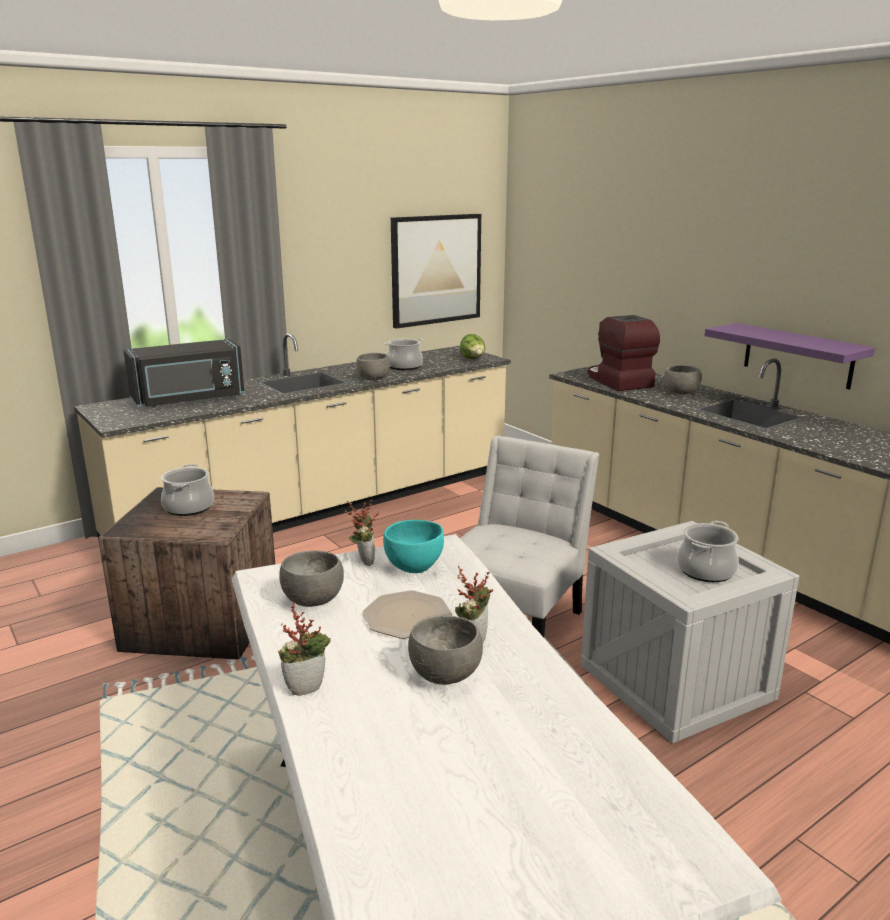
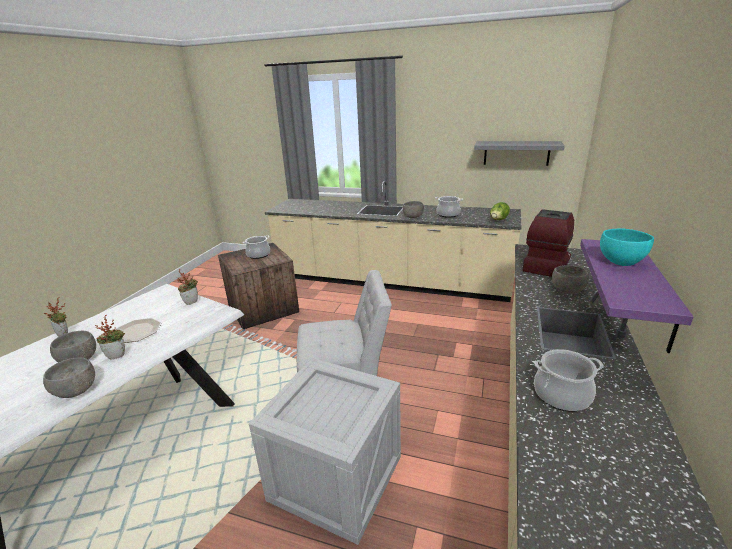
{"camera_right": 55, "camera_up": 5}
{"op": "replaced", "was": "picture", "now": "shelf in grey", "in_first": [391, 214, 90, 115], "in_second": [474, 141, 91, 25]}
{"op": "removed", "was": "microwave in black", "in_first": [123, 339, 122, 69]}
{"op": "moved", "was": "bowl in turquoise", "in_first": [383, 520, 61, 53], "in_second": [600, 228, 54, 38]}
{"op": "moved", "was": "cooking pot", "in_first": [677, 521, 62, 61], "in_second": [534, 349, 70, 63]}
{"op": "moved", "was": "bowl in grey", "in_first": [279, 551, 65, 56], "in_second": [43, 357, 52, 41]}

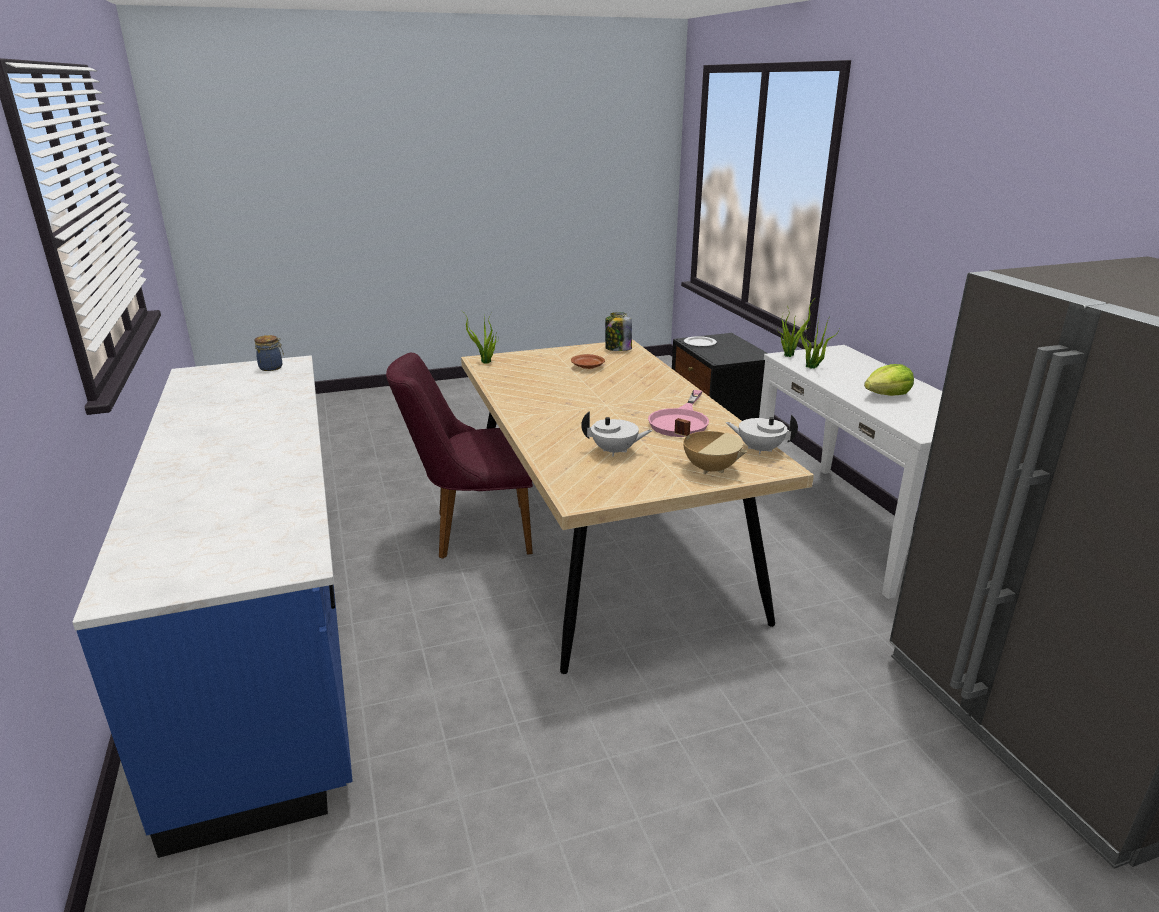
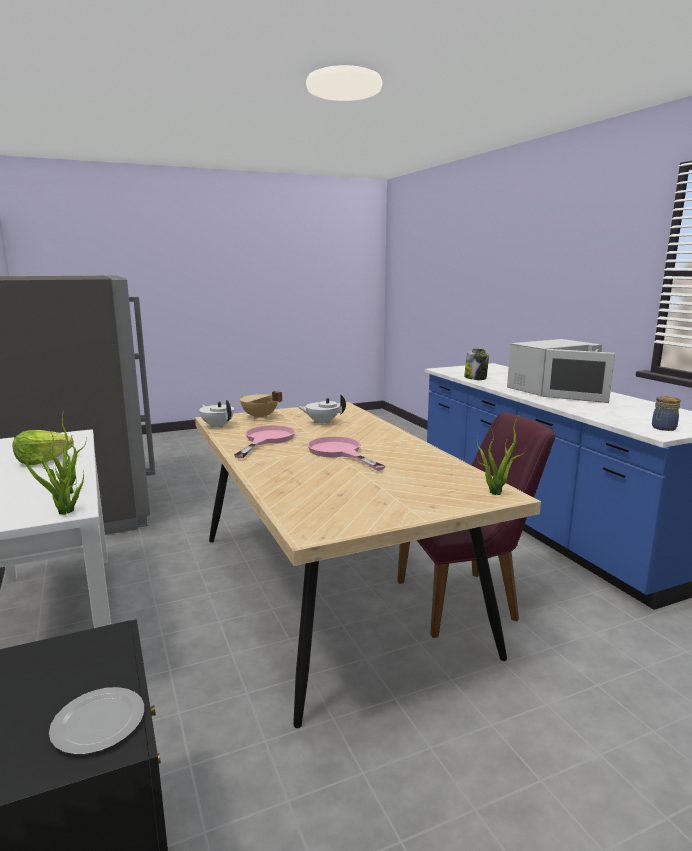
{"camera_right": 175, "camera_up": -10}
{"op": "moved", "was": "jar", "in_first": [605, 312, 27, 39], "in_second": [464, 349, 25, 31]}
{"op": "removed", "was": "plate in brown", "in_first": [571, 354, 34, 15]}
{"op": "turned", "was": "teapot in white", "in_first": [726, 414, 72, 41], "in_second": [199, 400, 35, 28], "clockwise": -150}
{"op": "added", "now": "microwave in white", "in_second": [507, 339, 108, 64]}
{"op": "added", "now": "frying pan in pink", "in_second": [307, 436, 78, 35]}

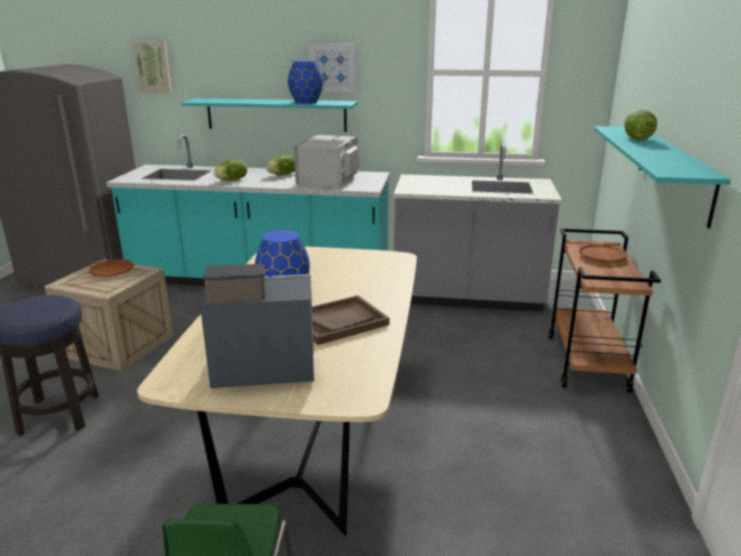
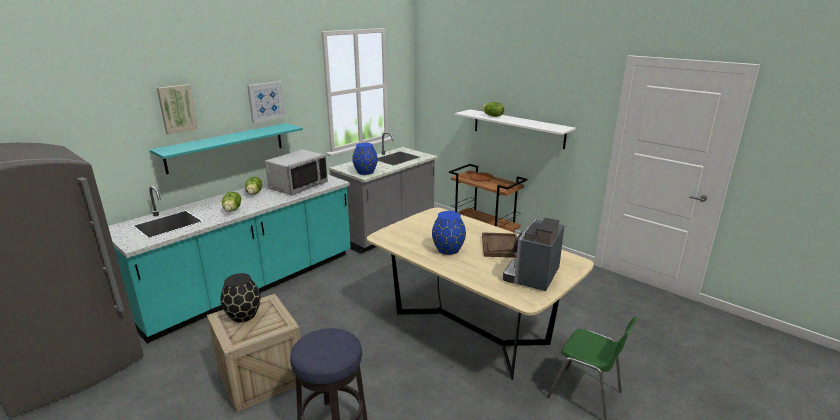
{"camera_right": -55, "camera_up": 0}
{"op": "moved", "was": "picture", "in_first": [132, 41, 40, 52], "in_second": [157, 84, 41, 50]}
{"op": "moved", "was": "vase in blue", "in_first": [288, 60, 35, 44], "in_second": [352, 143, 26, 32]}
{"op": "recoloured", "was": "shelf in turquoise", "now": "shelf in white", "in_first": [594, 126, 137, 102], "in_second": [455, 109, 121, 40]}
{"op": "turned", "was": "microwave in grey", "in_first": [294, 135, 64, 52], "in_second": [265, 149, 63, 47], "clockwise": -105}
{"op": "replaced", "was": "plate in brown", "now": "vase in black", "in_first": [89, 259, 45, 18], "in_second": [220, 273, 40, 50]}

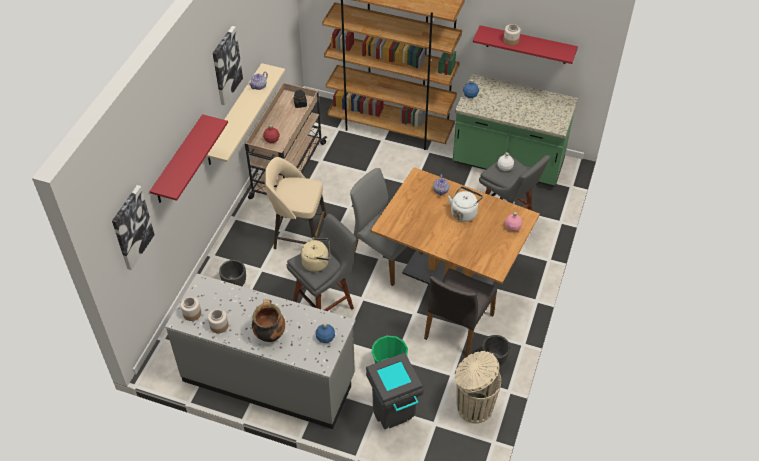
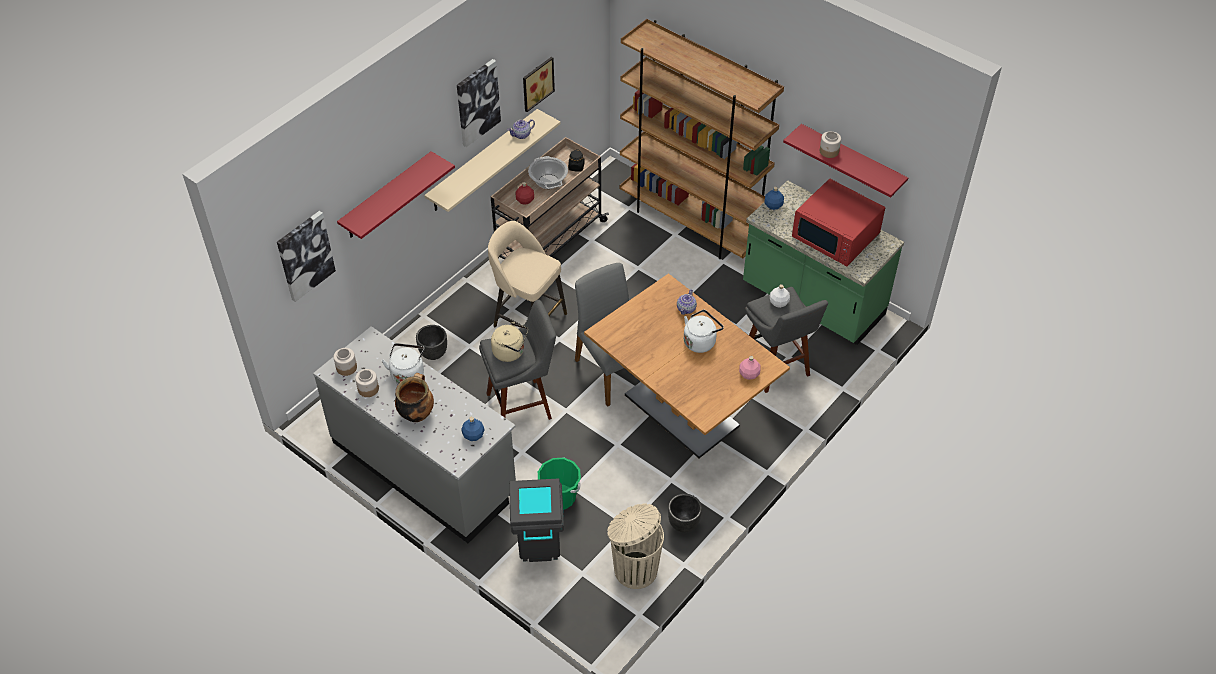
{"camera_right": 20, "camera_up": 0}
{"op": "removed", "was": "chair in grey", "in_first": [424, 269, 73, 88]}
{"op": "added", "now": "picture", "in_second": [523, 57, 32, 55]}
{"op": "added", "now": "cooking pot", "in_second": [528, 156, 40, 33]}
{"op": "added", "now": "microwave in red", "in_second": [792, 178, 93, 88]}
{"op": "added", "now": "kettle in white", "in_second": [381, 343, 44, 41]}

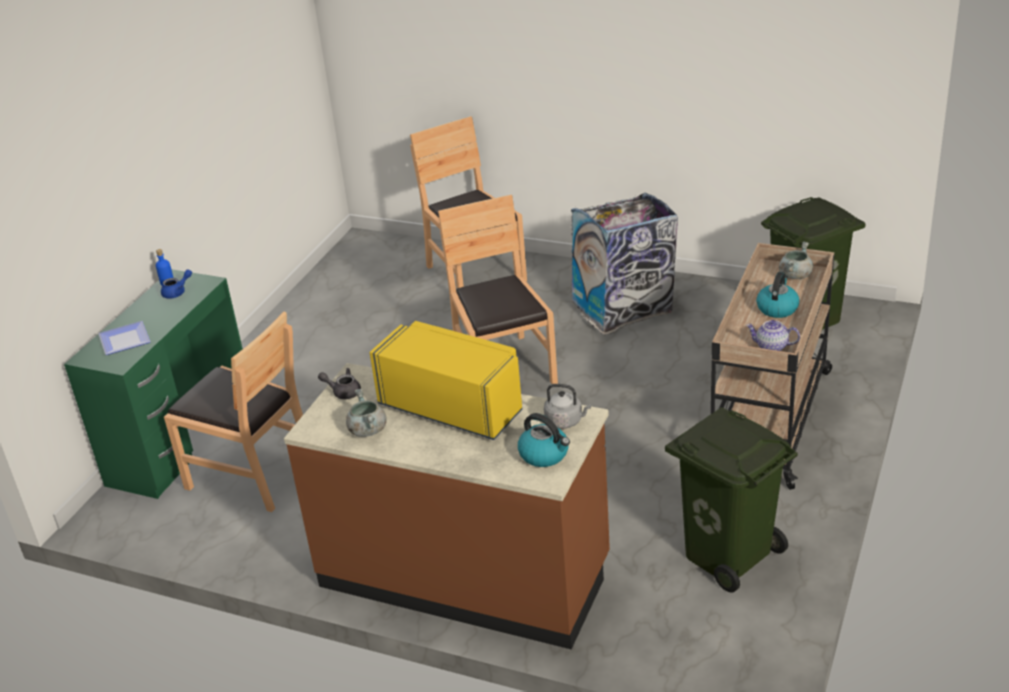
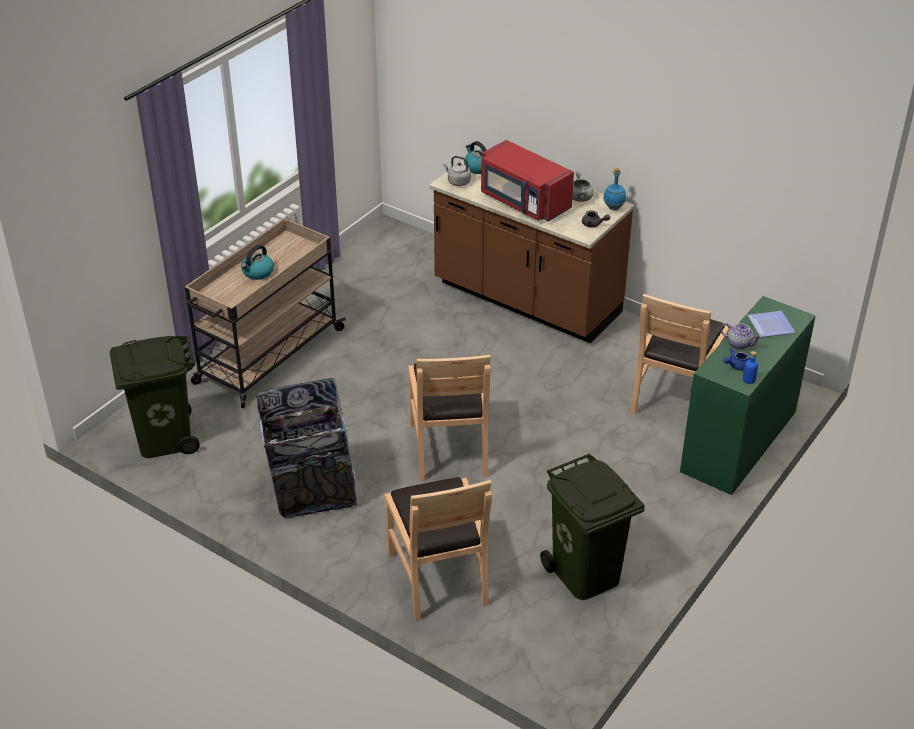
{"camera_right": -170, "camera_up": 5}
{"op": "removed", "was": "cooking pot in grey", "in_first": [779, 242, 34, 37]}
{"op": "turned", "was": "chair in brown", "in_first": [164, 311, 139, 201], "in_second": [630, 294, 99, 121], "clockwise": -105}
{"op": "moved", "was": "teapot", "in_first": [746, 320, 54, 31], "in_second": [721, 323, 41, 27]}
{"op": "recoloured", "was": "microwave in yellow", "now": "microwave in red", "in_first": [370, 321, 152, 119], "in_second": [481, 140, 93, 81]}
{"op": "moved", "was": "trash can in green", "in_first": [665, 407, 133, 185], "in_second": [540, 454, 105, 146]}
{"op": "added", "now": "bottle in blue", "in_second": [603, 168, 23, 42]}

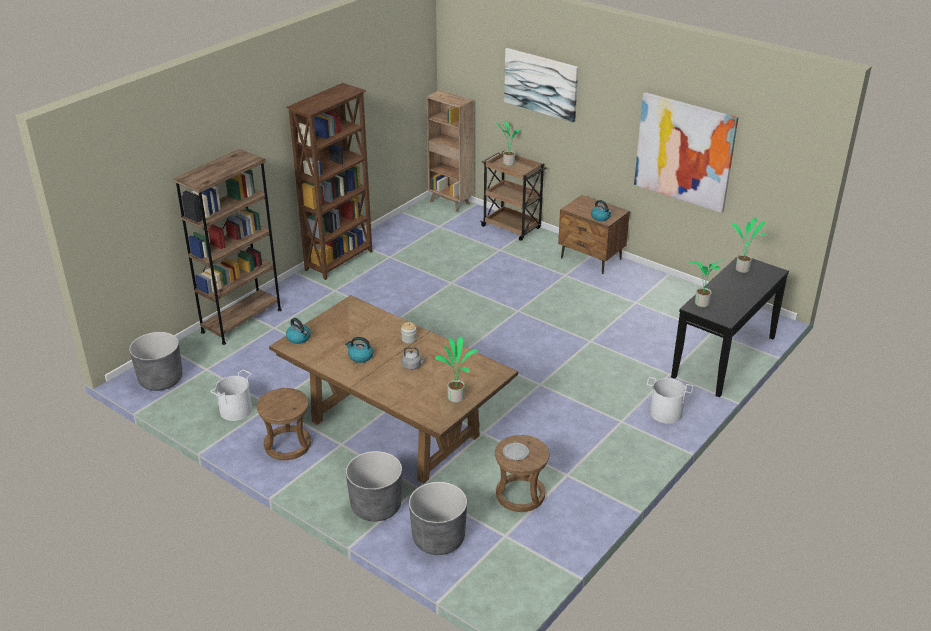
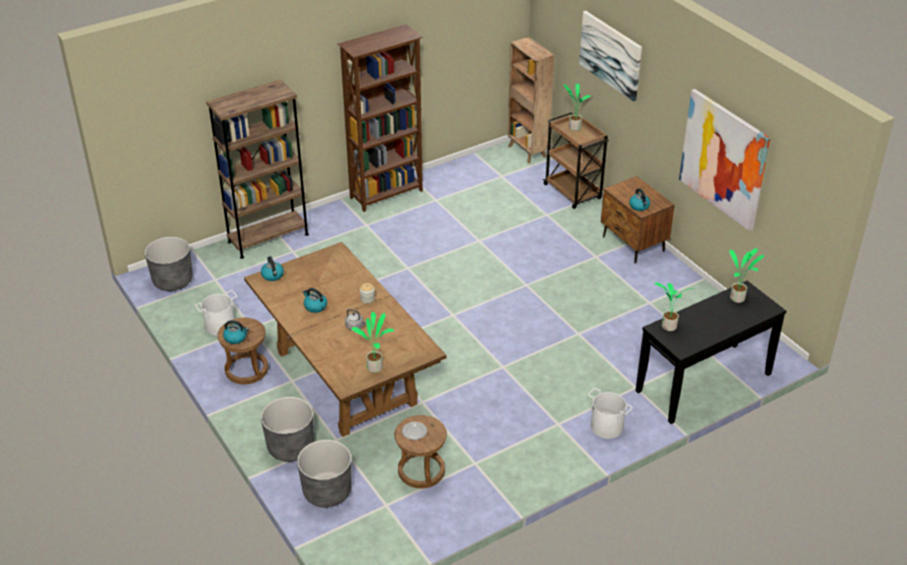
{"camera_right": 20, "camera_up": 5}
{"op": "added", "now": "kettle", "in_second": [223, 320, 26, 24]}

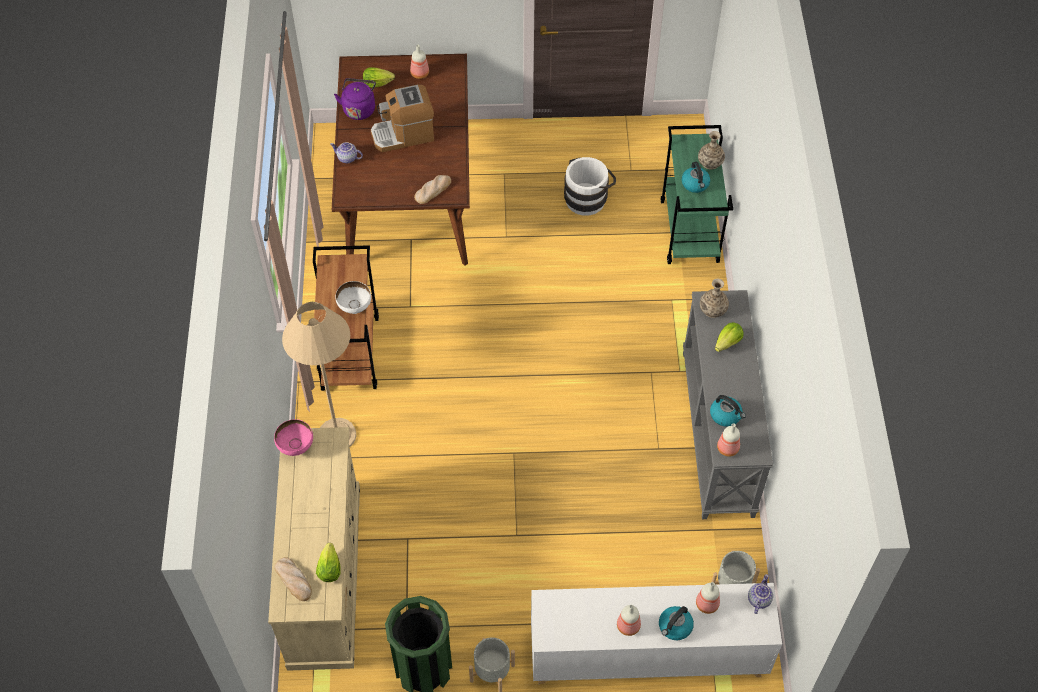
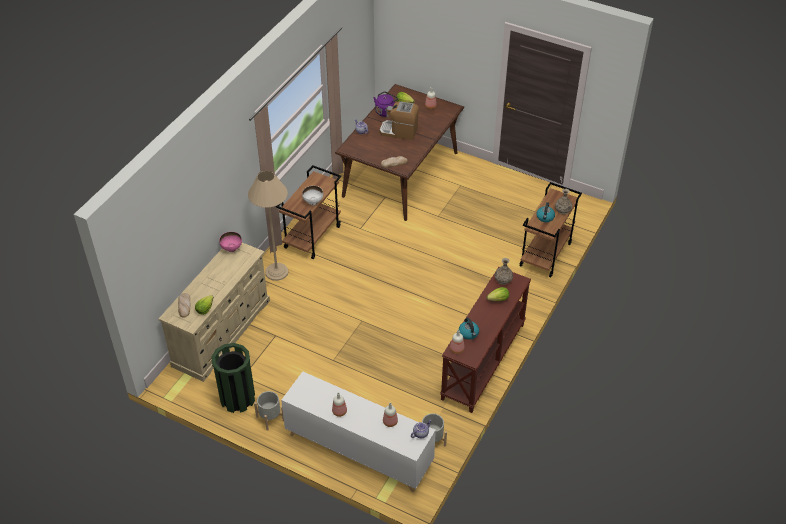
{"camera_right": 30, "camera_up": -10}
{"op": "recoloured", "was": "cart in green", "now": "cart in brown", "in_first": [660, 125, 73, 139], "in_second": [519, 182, 63, 96]}
{"op": "removed", "was": "bucket in white", "in_first": [564, 157, 52, 59]}
{"op": "recoloured", "was": "console table in grey", "now": "console table in brown", "in_first": [683, 290, 90, 229], "in_second": [440, 267, 91, 146]}
{"op": "removed", "was": "kettle", "in_first": [659, 606, 35, 34]}

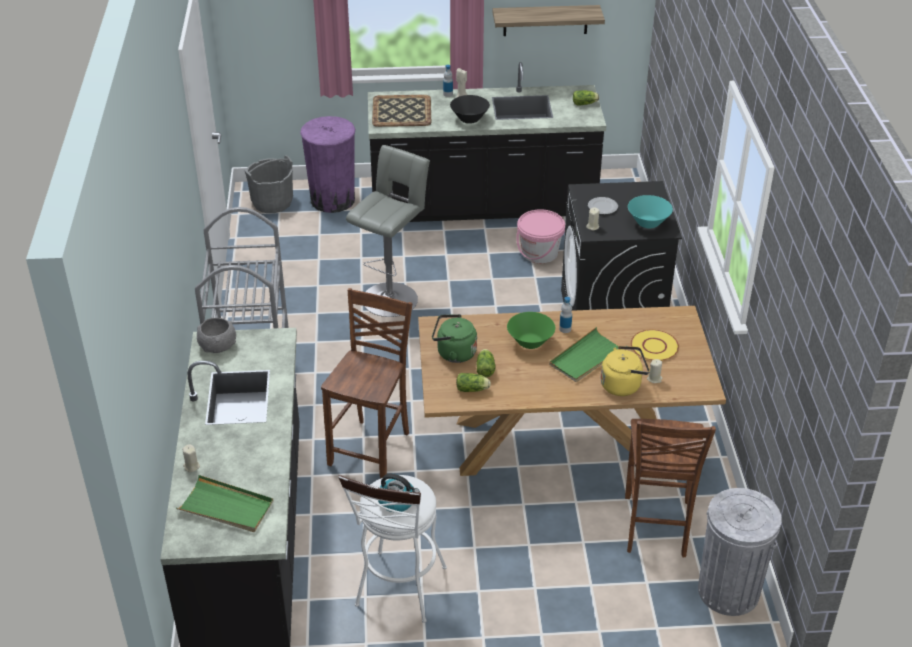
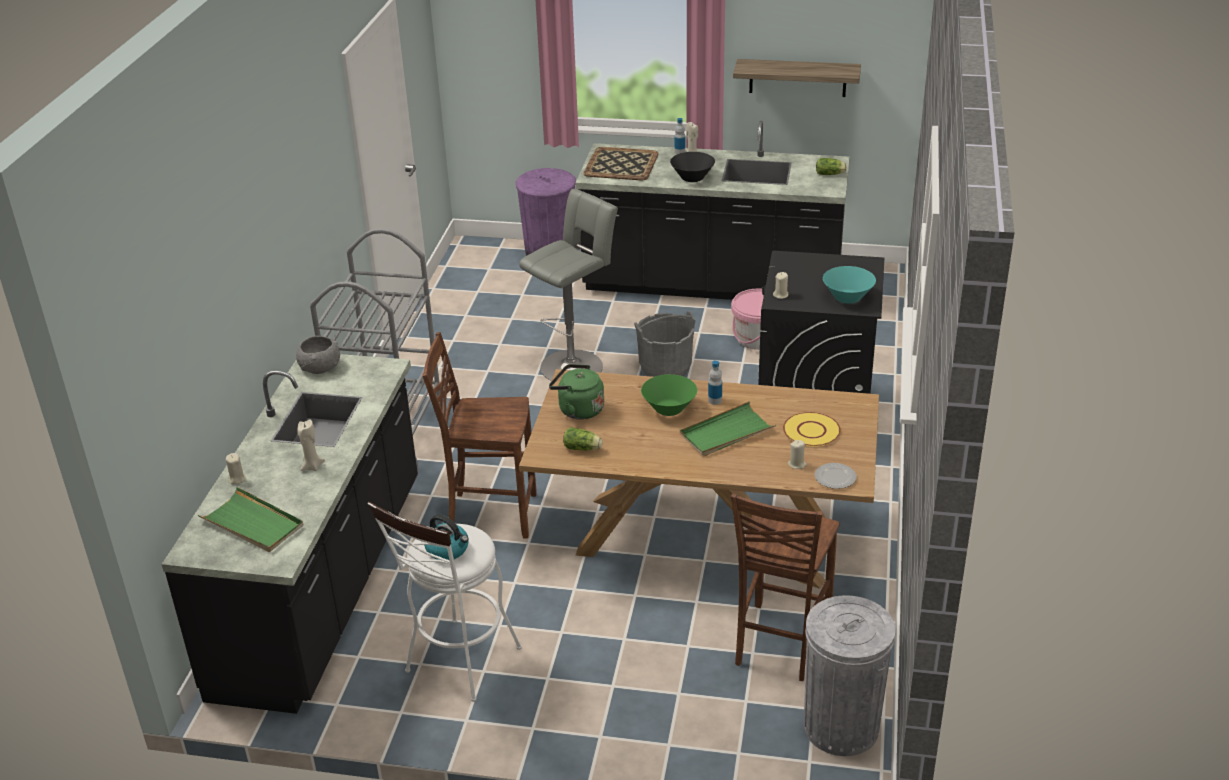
{"camera_right": 15, "camera_up": -5}
{"op": "moved", "was": "bucket in grey", "in_first": [244, 155, 49, 58], "in_second": [634, 311, 61, 66]}
{"op": "moved", "was": "plate", "in_first": [588, 197, 30, 17], "in_second": [815, 463, 41, 26]}
{"op": "turned", "was": "chair in brown", "in_first": [321, 288, 91, 191], "in_second": [422, 332, 115, 207], "clockwise": -120}
{"op": "removed", "was": "kettle in yellow", "in_first": [601, 346, 49, 50]}
{"op": "removed", "was": "lettuce", "in_first": [476, 349, 20, 28]}
{"op": "added", "now": "candle in beige", "in_second": [297, 419, 28, 52]}

